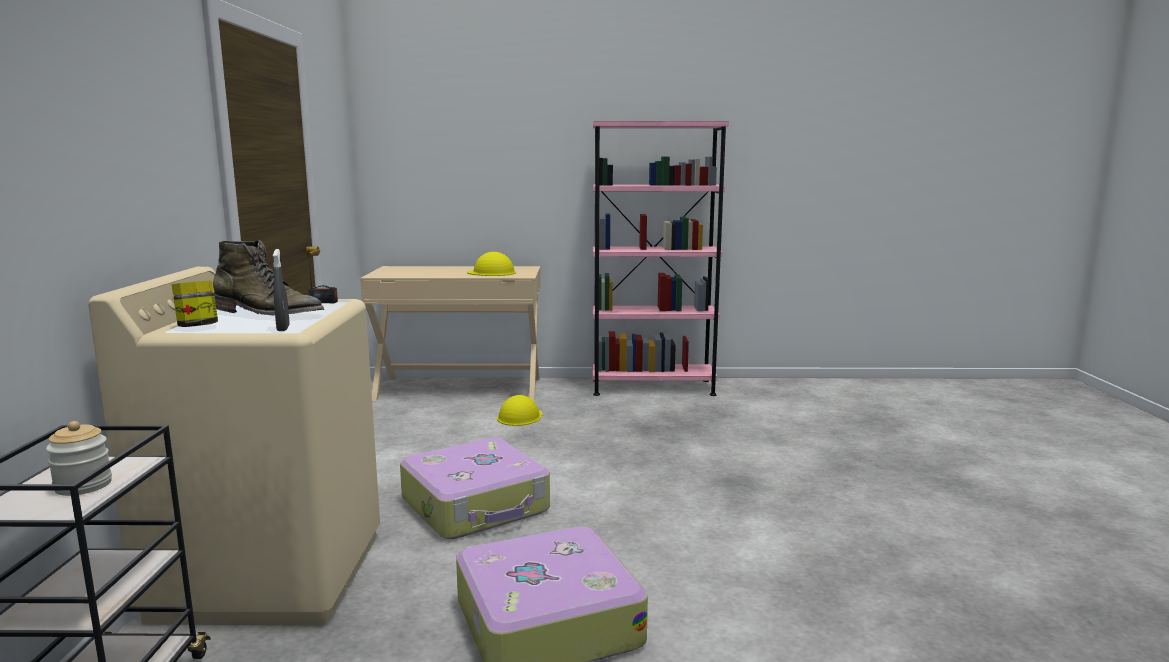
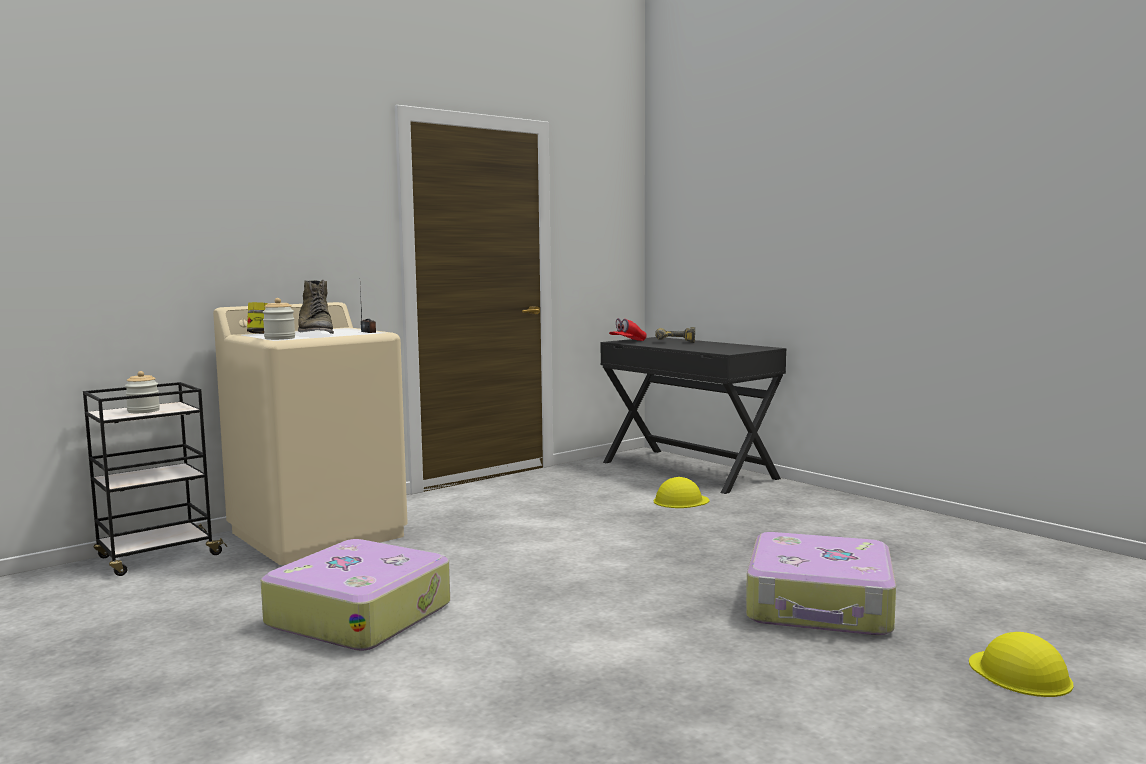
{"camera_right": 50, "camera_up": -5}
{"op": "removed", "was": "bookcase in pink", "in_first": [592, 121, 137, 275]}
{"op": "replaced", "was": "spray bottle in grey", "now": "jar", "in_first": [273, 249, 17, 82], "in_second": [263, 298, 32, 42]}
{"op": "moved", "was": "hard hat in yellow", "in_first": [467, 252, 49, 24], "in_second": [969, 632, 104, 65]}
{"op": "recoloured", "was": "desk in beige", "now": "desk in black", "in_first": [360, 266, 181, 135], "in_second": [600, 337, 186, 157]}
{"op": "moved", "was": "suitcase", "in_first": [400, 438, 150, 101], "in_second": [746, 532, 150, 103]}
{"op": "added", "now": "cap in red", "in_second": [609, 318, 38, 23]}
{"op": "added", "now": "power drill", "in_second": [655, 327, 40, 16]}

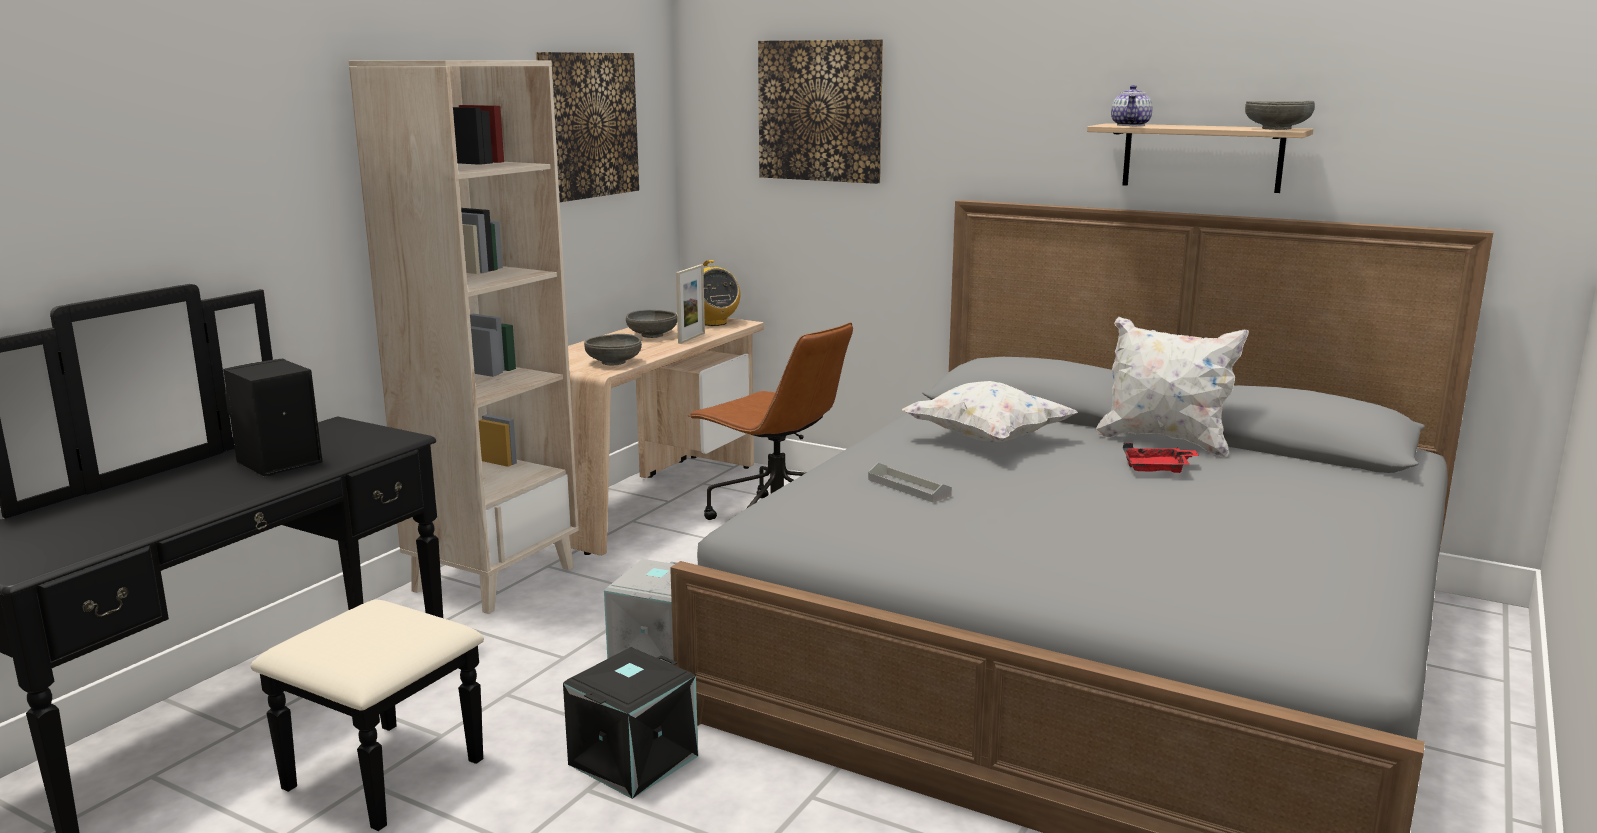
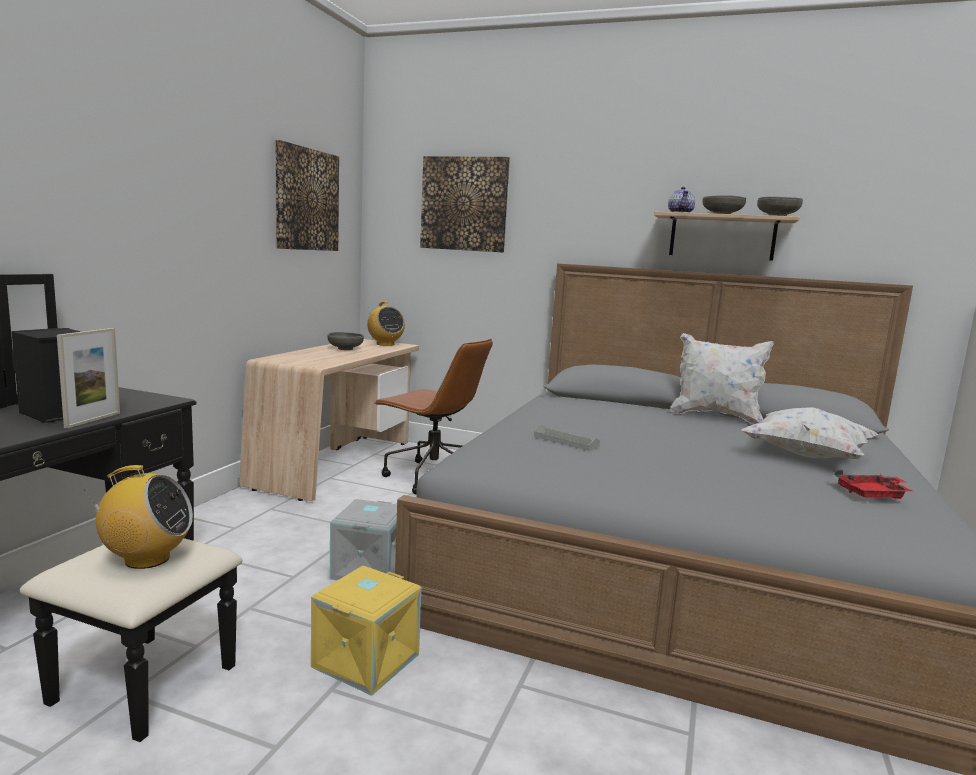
{"camera_right": -10, "camera_up": -5}
{"op": "removed", "was": "bookcase in beige", "in_first": [349, 60, 230, 554]}
{"op": "moved", "was": "picture frame", "in_first": [676, 264, 29, 80], "in_second": [57, 328, 63, 100]}
{"op": "moved", "was": "bowl in grey", "in_first": [584, 334, 58, 31], "in_second": [703, 195, 43, 19]}
{"op": "moved", "was": "pillow in white", "in_first": [902, 381, 176, 61], "in_second": [741, 407, 137, 52]}
{"op": "moved", "was": "tray in red", "in_first": [1123, 442, 76, 31], "in_second": [834, 470, 78, 29]}
{"op": "recoloured", "was": "storage box in black", "now": "storage box in yellow", "in_first": [563, 647, 135, 152], "in_second": [311, 566, 111, 130]}
{"op": "added", "now": "radio", "in_second": [83, 465, 110, 104]}

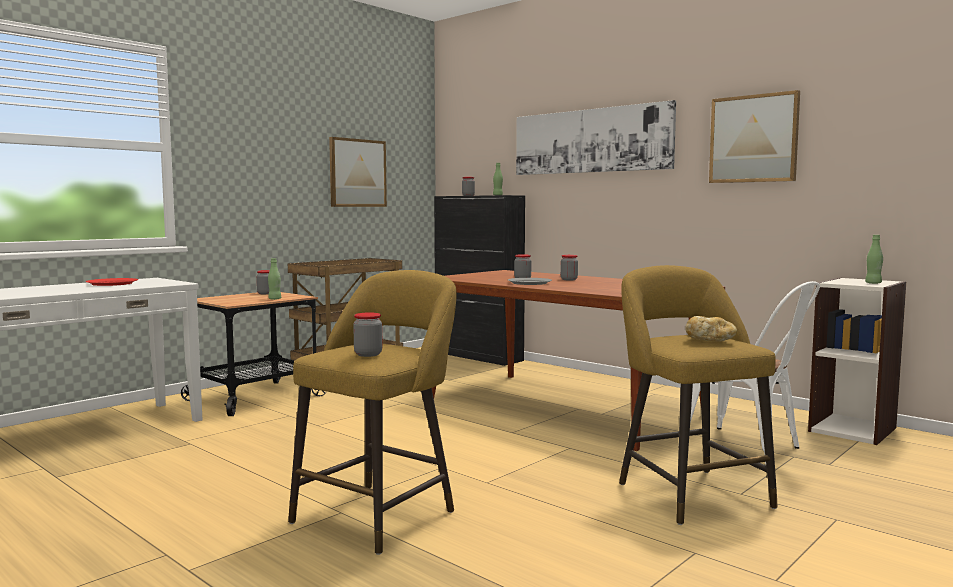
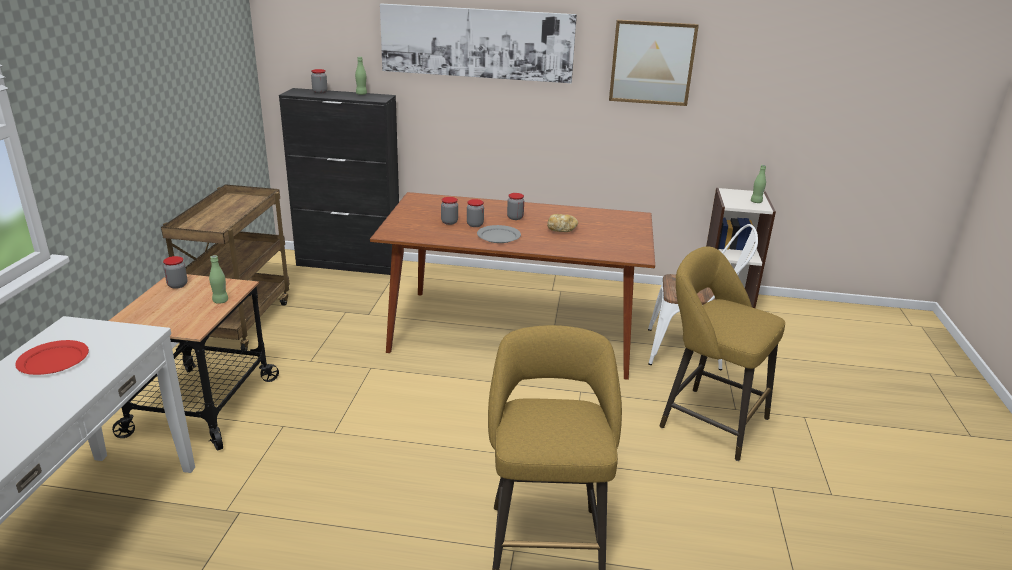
{"camera_right": -35, "camera_up": 20}
{"op": "removed", "was": "picture", "in_first": [329, 137, 58, 70]}
{"op": "moved", "was": "jar", "in_first": [353, 312, 30, 45], "in_second": [441, 197, 17, 28]}
{"op": "moved", "was": "bread", "in_first": [685, 316, 52, 26], "in_second": [547, 214, 31, 18]}

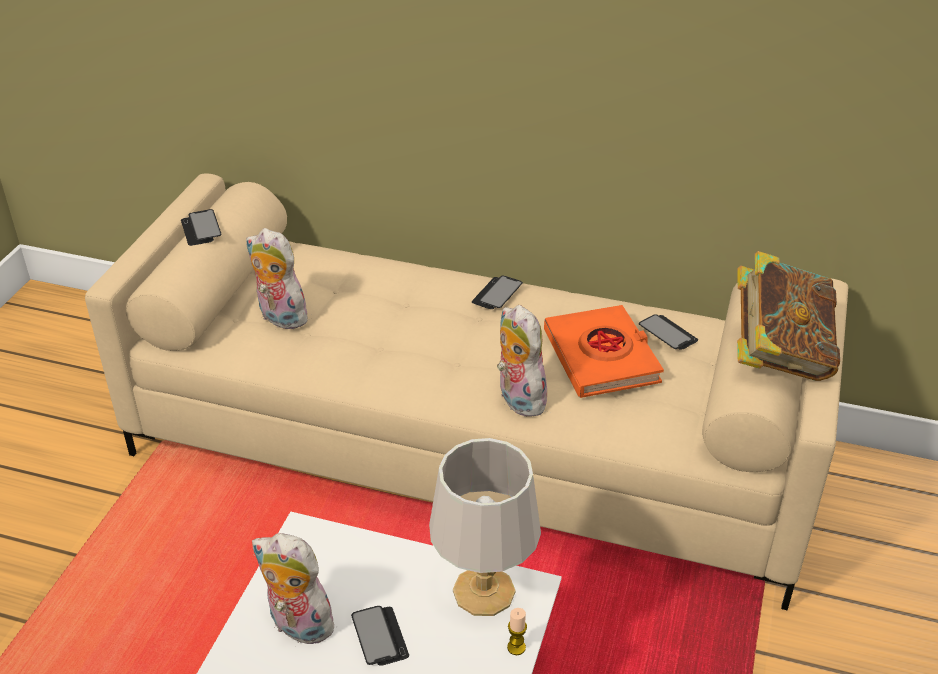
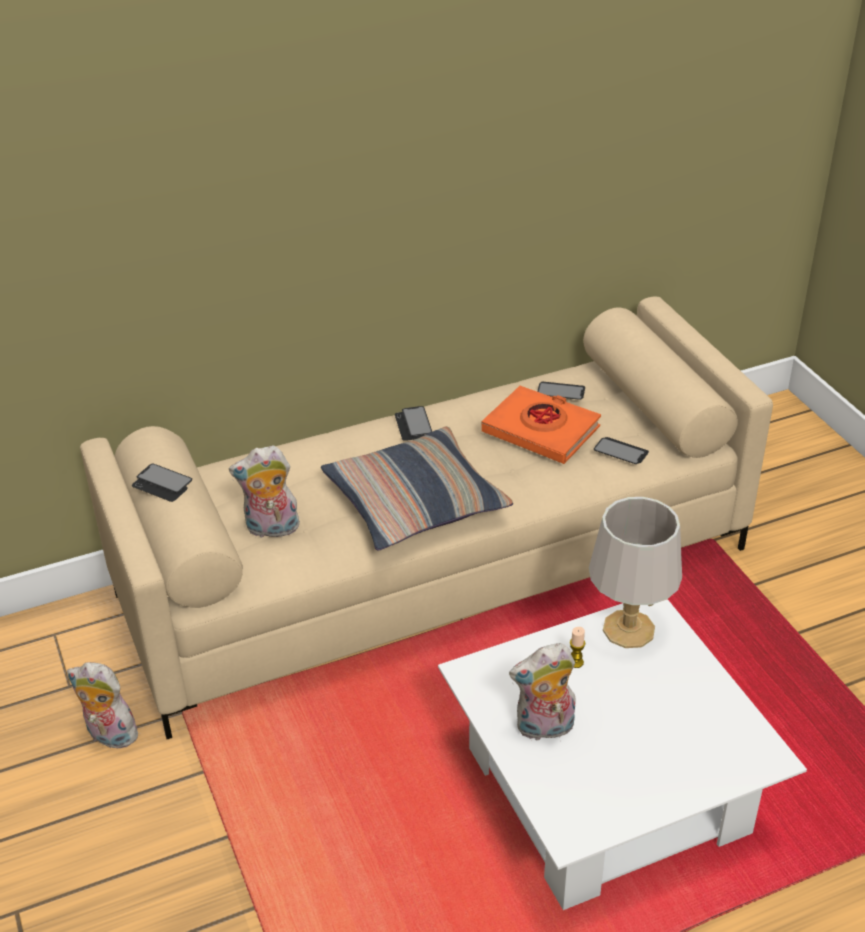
{"camera_right": -40, "camera_up": 0}
{"op": "removed", "was": "book", "in_first": [737, 251, 103, 130]}
{"op": "moved", "was": "plush toy", "in_first": [497, 305, 50, 112], "in_second": [67, 662, 75, 86]}
{"op": "moved", "was": "phone", "in_first": [351, 606, 58, 60], "in_second": [594, 437, 55, 27]}
{"op": "moved", "was": "candle", "in_first": [507, 608, 20, 47], "in_second": [570, 627, 15, 41]}
{"op": "added", "now": "pillow", "in_second": [321, 426, 192, 125]}

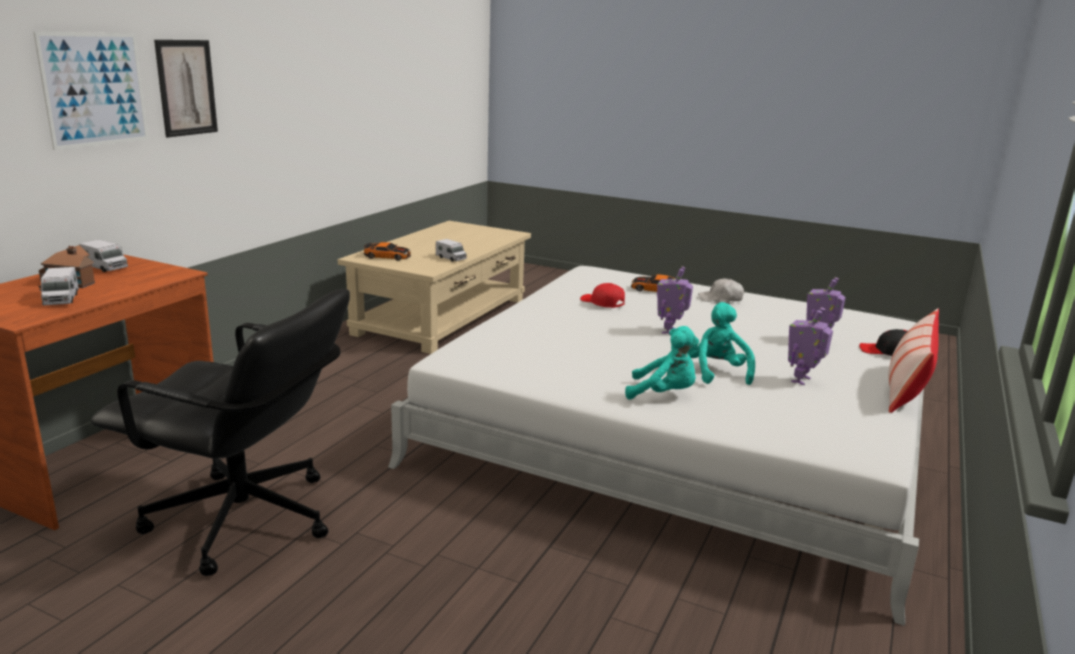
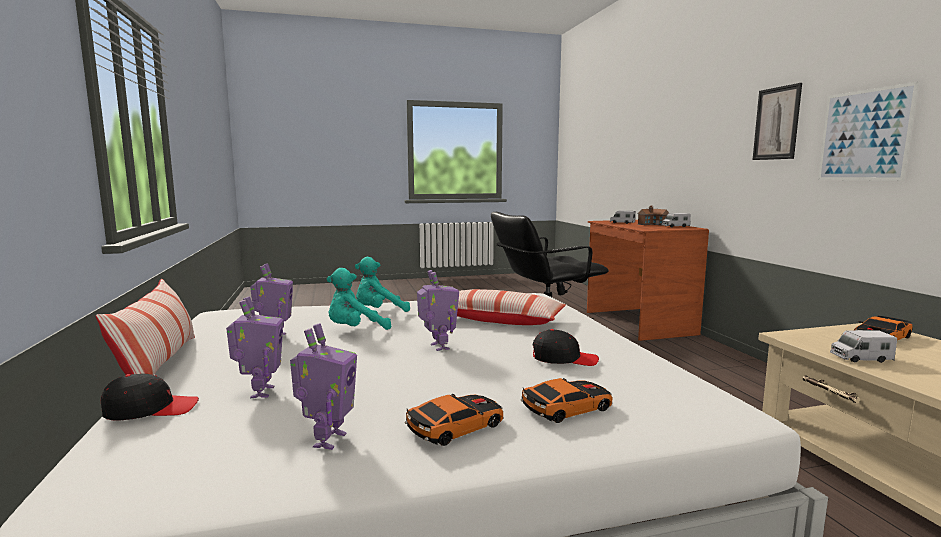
{"camera_right": 140, "camera_up": -10}
{"op": "moved", "was": "picture", "in_first": [34, 32, 115, 118], "in_second": [818, 81, 101, 100]}
{"op": "replaced", "was": "cap in white", "now": "toy car", "in_first": [698, 278, 46, 24], "in_second": [405, 394, 98, 52]}
{"op": "recoloured", "was": "cap in red", "now": "cap in black", "in_first": [580, 283, 45, 25], "in_second": [533, 329, 66, 37]}
{"op": "turned", "was": "plush toy in turquoise", "in_first": [687, 302, 68, 83], "in_second": [327, 268, 64, 62], "clockwise": 105}
{"op": "added", "now": "pillow", "in_second": [457, 289, 109, 36]}
{"op": "added", "now": "toy robot", "in_second": [290, 323, 67, 127]}

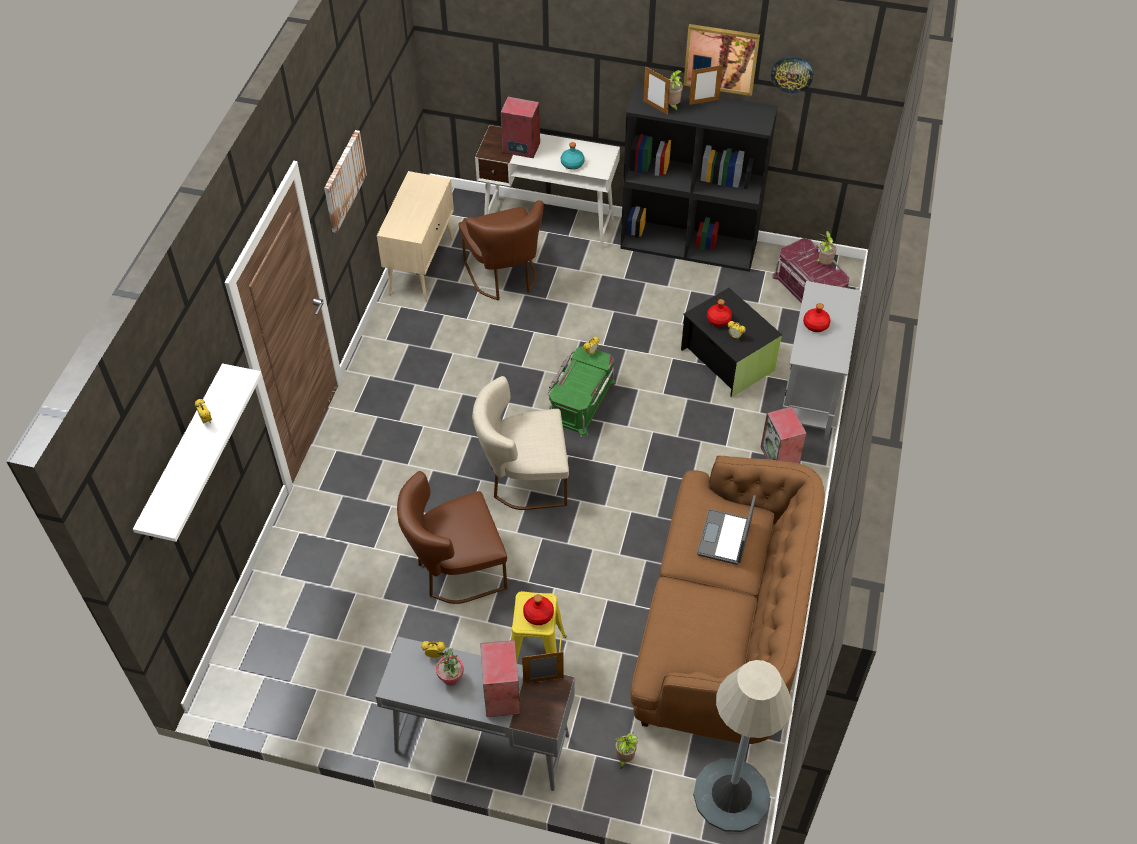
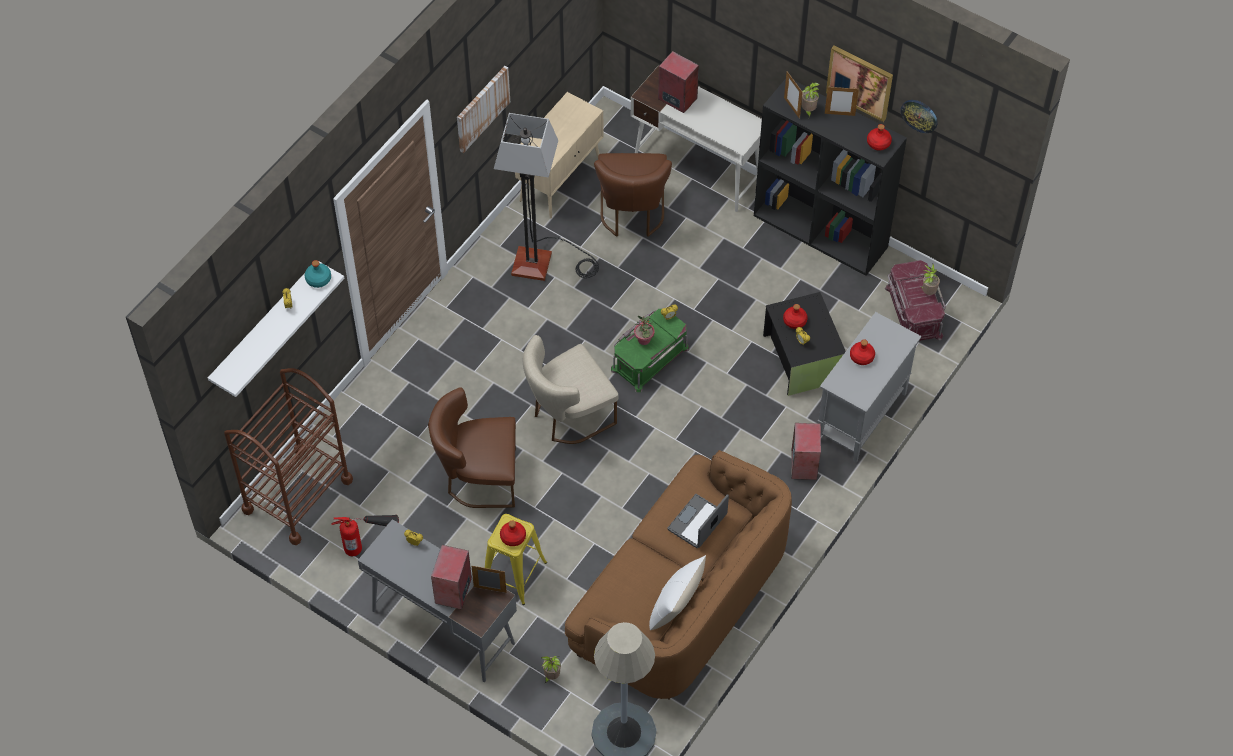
{"camera_right": 20, "camera_up": 5}
{"op": "moved", "was": "bottle in turquoise", "in_first": [561, 142, 24, 28], "in_second": [305, 260, 26, 28]}
{"op": "turned", "was": "chair in beige", "in_first": [472, 376, 97, 134], "in_second": [523, 335, 96, 109], "clockwise": -45}
{"op": "moved", "was": "potted plant", "in_first": [436, 648, 28, 38], "in_second": [634, 316, 21, 29]}
{"op": "added", "now": "floor lamp", "in_second": [494, 113, 105, 168]}
{"op": "added", "now": "bottle in red", "in_second": [867, 124, 25, 27]}
{"op": "added", "now": "cart in brown", "in_second": [224, 368, 129, 177]}
{"op": "added", "now": "fire extinguisher", "in_second": [331, 515, 68, 41]}
{"op": "added", "now": "pillow in white", "in_second": [649, 555, 57, 75]}

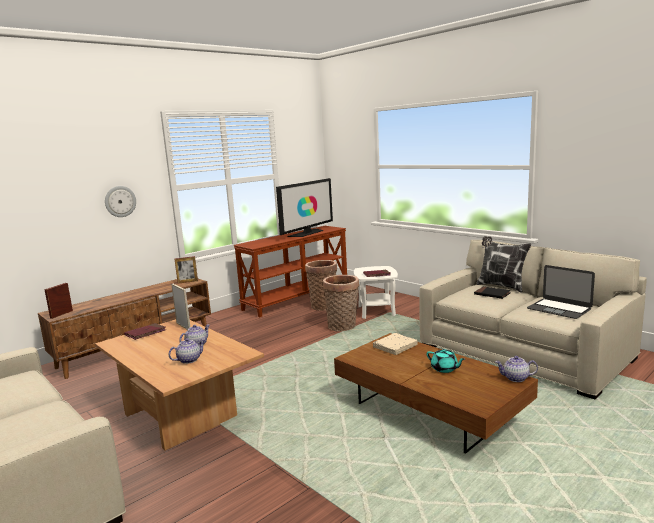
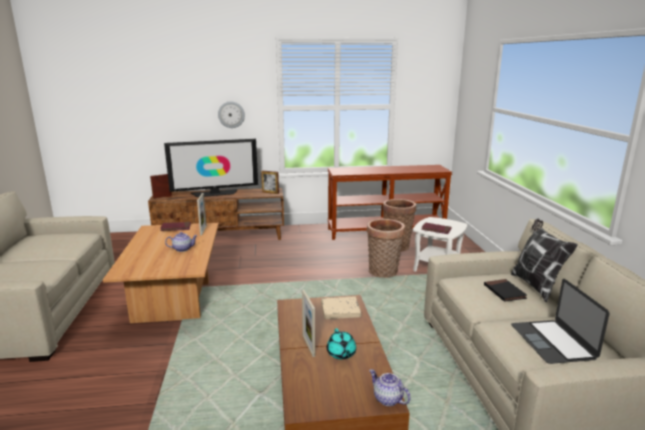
{"camera_right": 35, "camera_up": 5}
{"op": "moved", "was": "television", "in_first": [276, 178, 57, 59], "in_second": [164, 139, 94, 58]}
{"op": "removed", "was": "teapot", "in_first": [169, 338, 37, 26]}
{"op": "added", "now": "picture frame", "in_second": [302, 290, 13, 67]}

